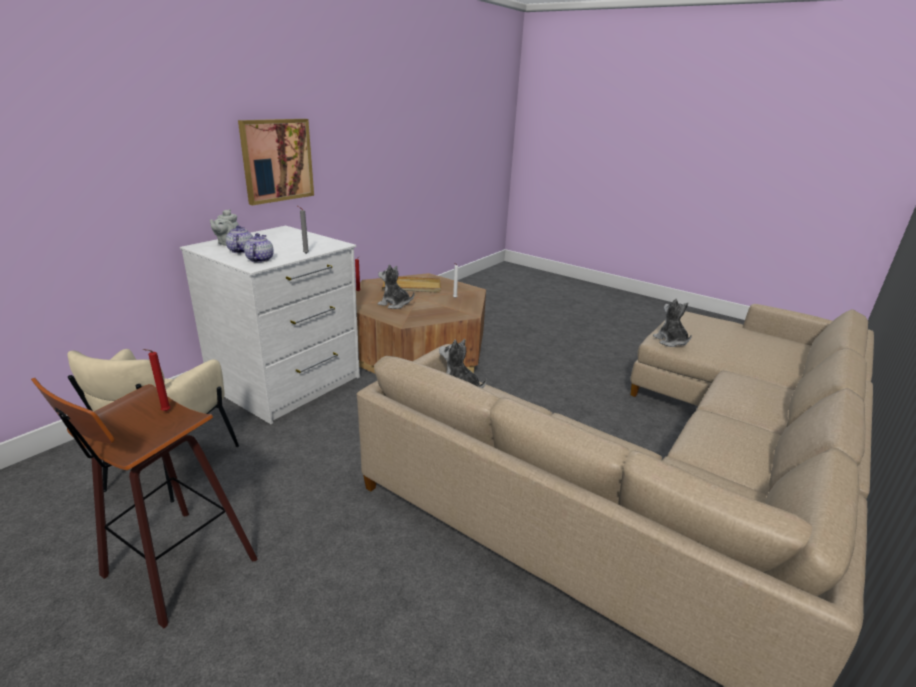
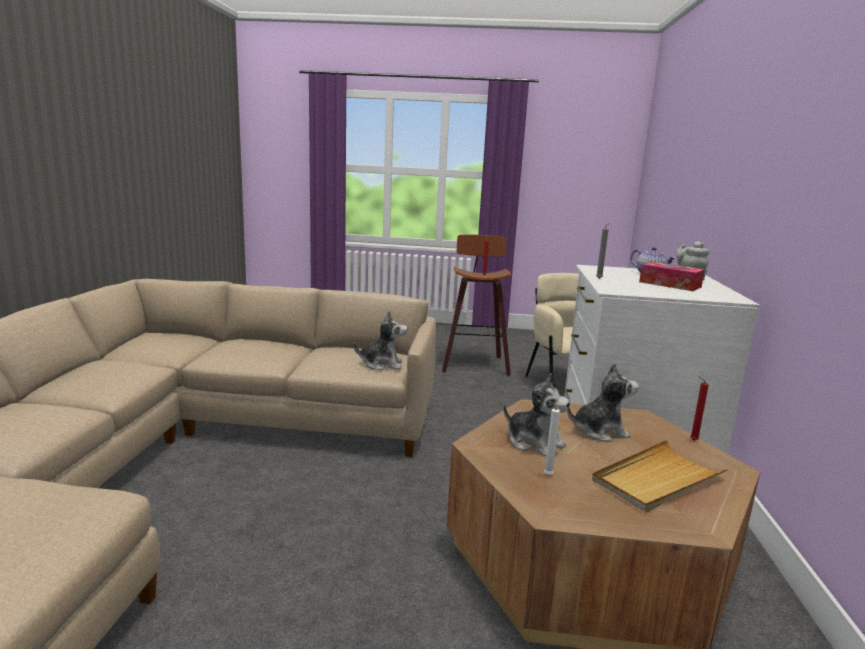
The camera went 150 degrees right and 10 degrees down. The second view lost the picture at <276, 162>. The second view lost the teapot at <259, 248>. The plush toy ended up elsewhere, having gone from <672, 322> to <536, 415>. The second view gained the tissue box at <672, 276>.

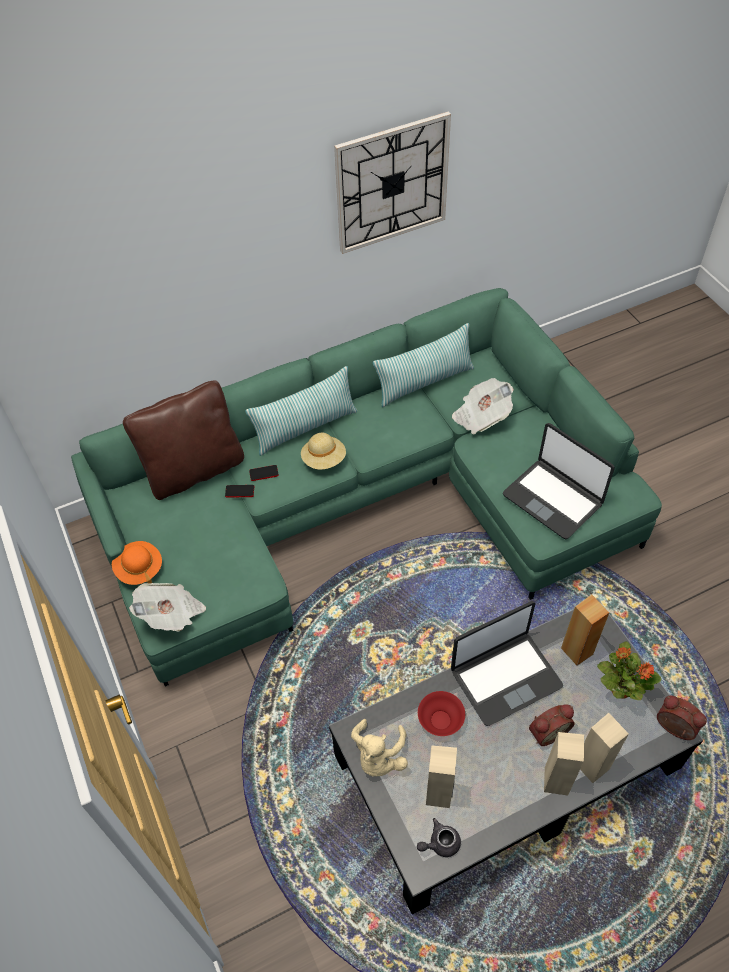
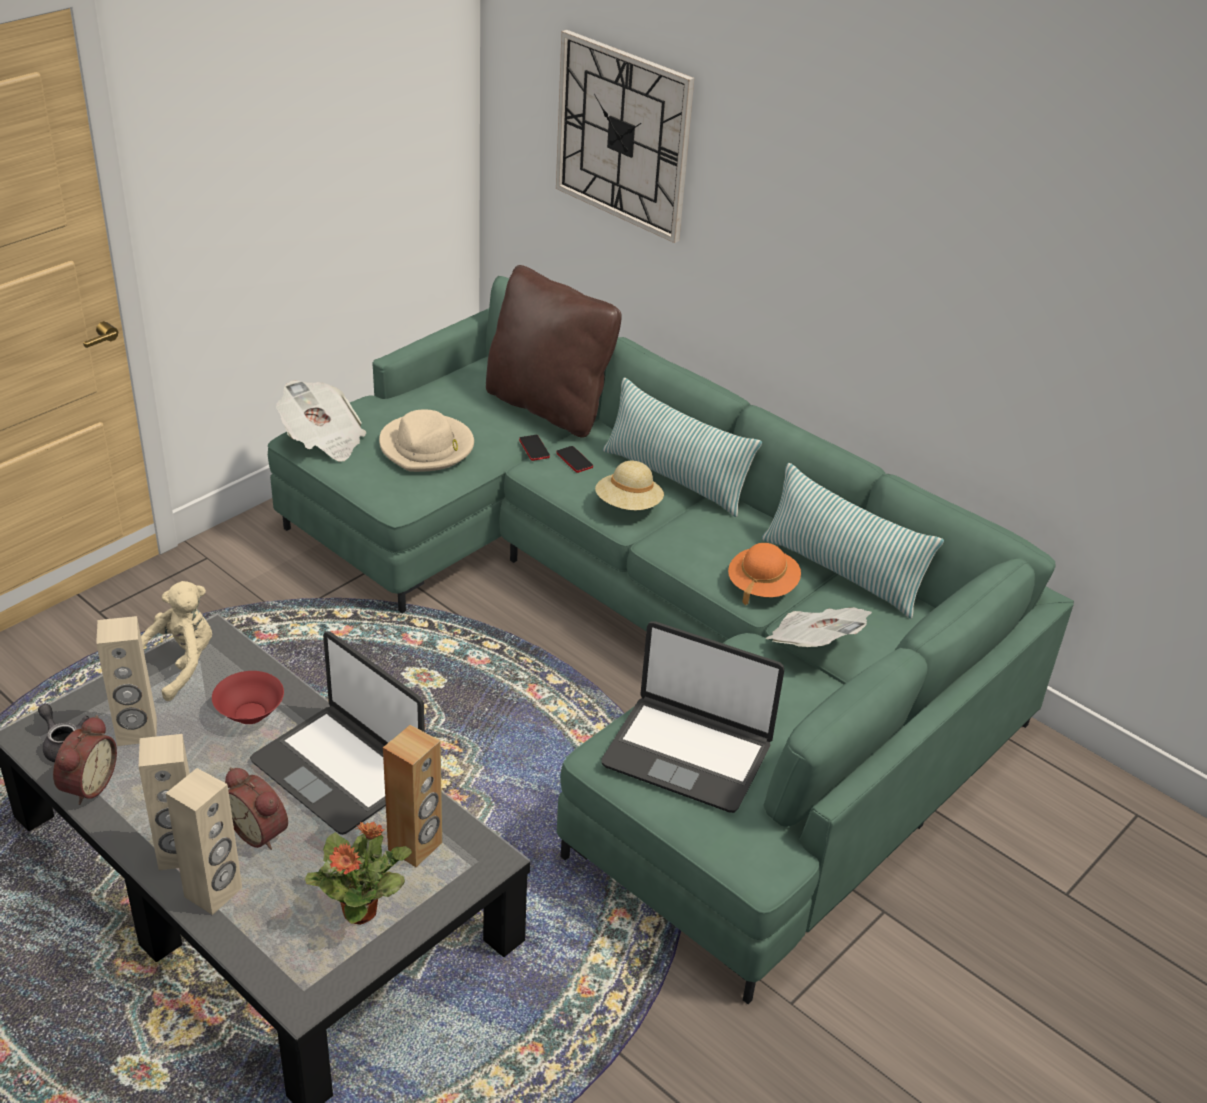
The camera went 65 degrees right and 15 degrees down. The wall clock ended up elsewhere, having gone from <392, 183> to <625, 136>. The laptop at <559, 481> ended up facing another way, 90 degrees counterclockwise from before. The orange hat ended up elsewhere, having gone from <137, 563> to <764, 574>. The alarm clock ended up elsewhere, having gone from <682, 717> to <85, 760>. The beige plush toy at <379, 748> ended up facing another way, 135 degrees clockwise from before. The second view gained the beige hat at <426, 440>.

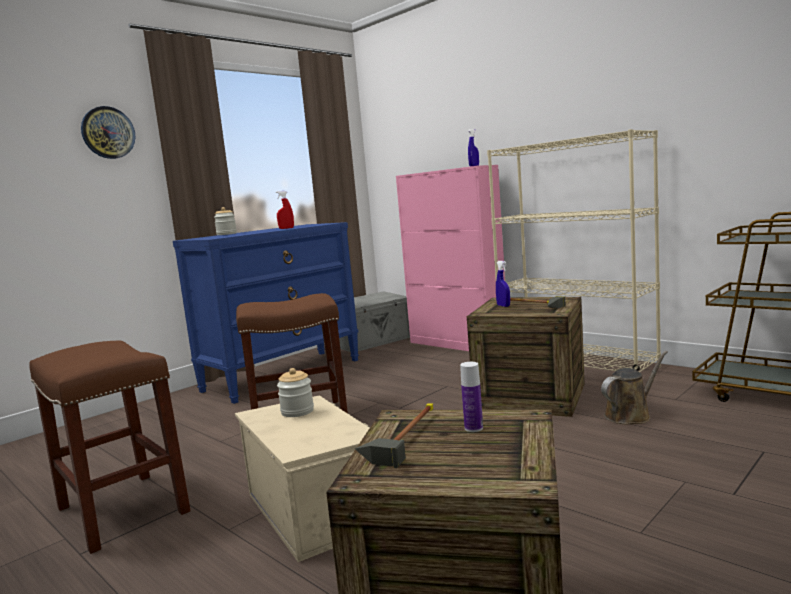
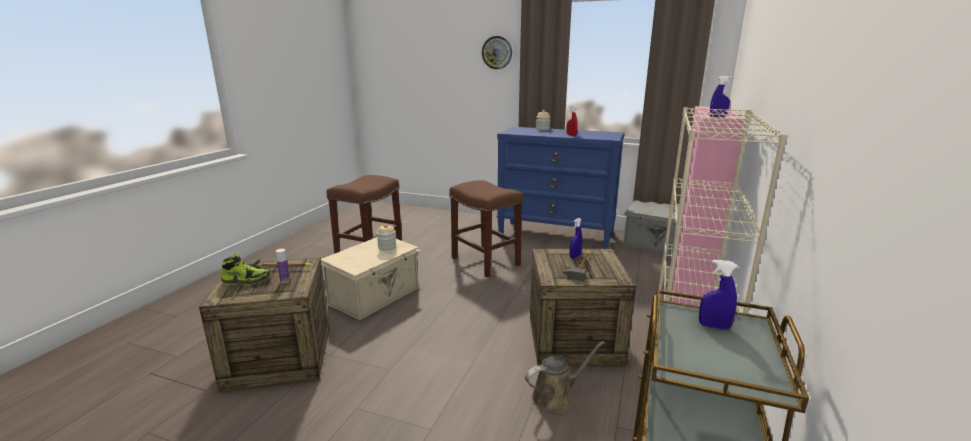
The camera went 65 degrees right and 10 degrees up. The brown watering can at <634, 388> ended up facing another way, 60 degrees counterclockwise from before. The second view gained the shoe at <245, 269>. The second view gained the blue spray bottle at <718, 295>.

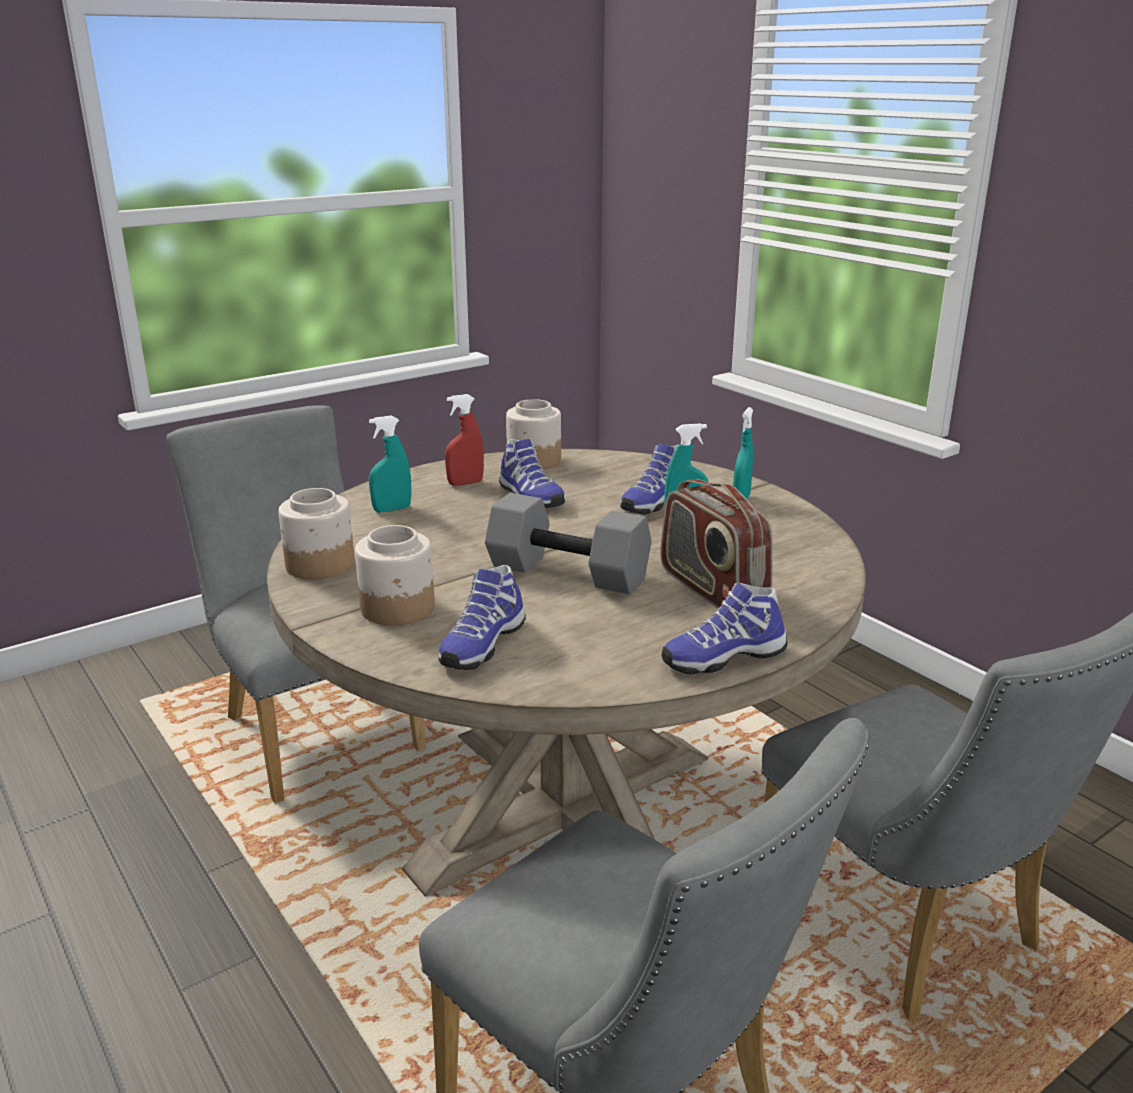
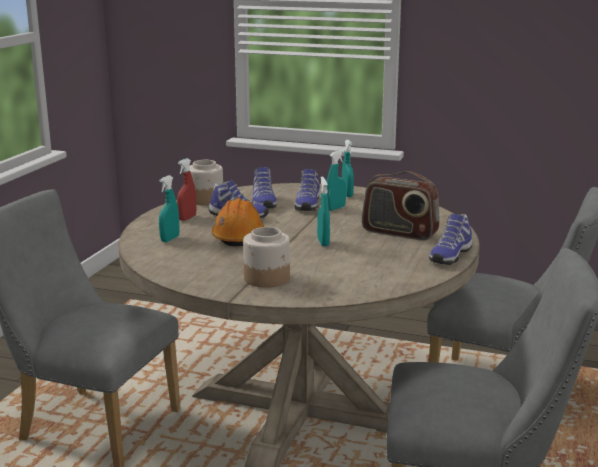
The camera went 35 degrees left and 5 degrees down. The second view lost the jar at <316, 533>. Where the grey dumbbell stood at <568, 544>, the turquoise spray bottle came to stand at <323, 211>. The shoe ended up elsewhere, having gone from <482, 617> to <264, 188>. The second view gained the orange hard hat at <238, 222>.

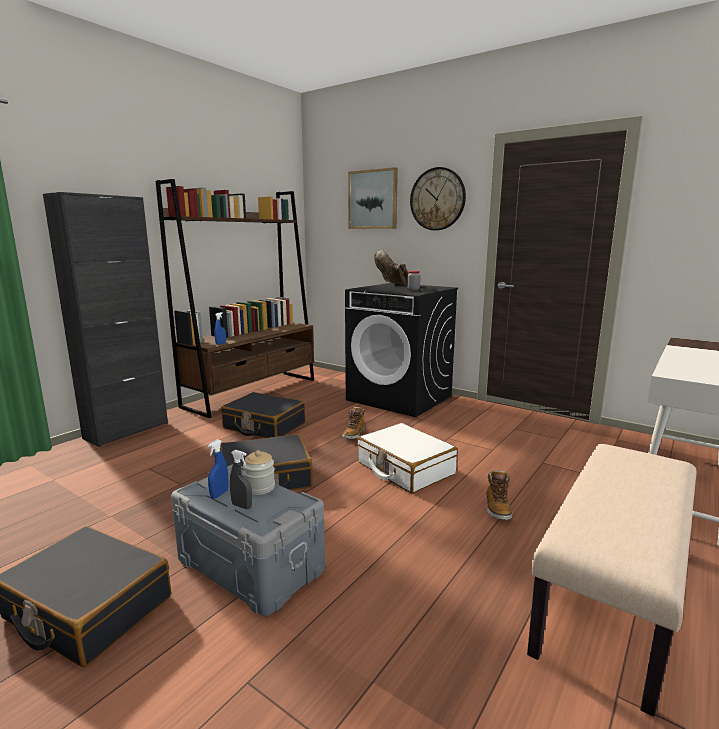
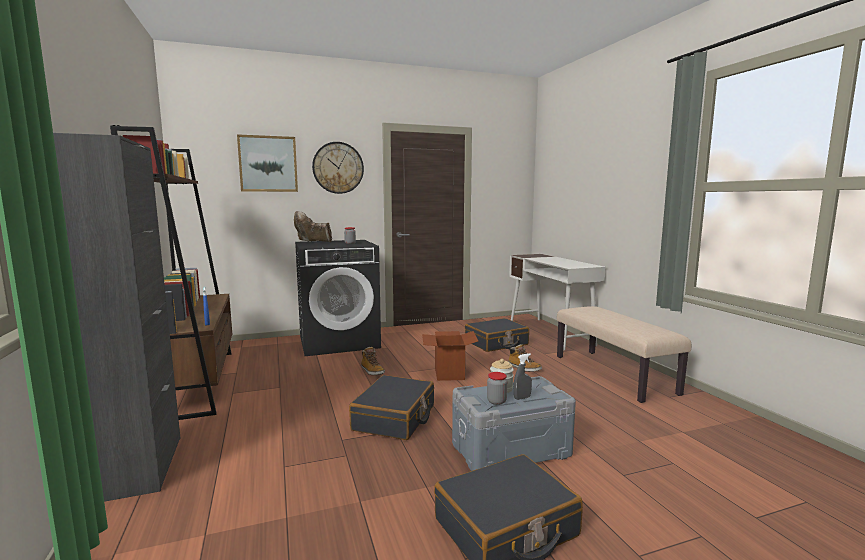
The camera went 55 degrees left and 5 degrees down. The black suitcase ended up elsewhere, having gone from <263, 415> to <497, 335>. Where the white suitcase stood at <407, 458>, the cardboard box came to stand at <450, 356>. Where the blue spray bottle stood at <218, 469>, the jar came to stand at <497, 388>.

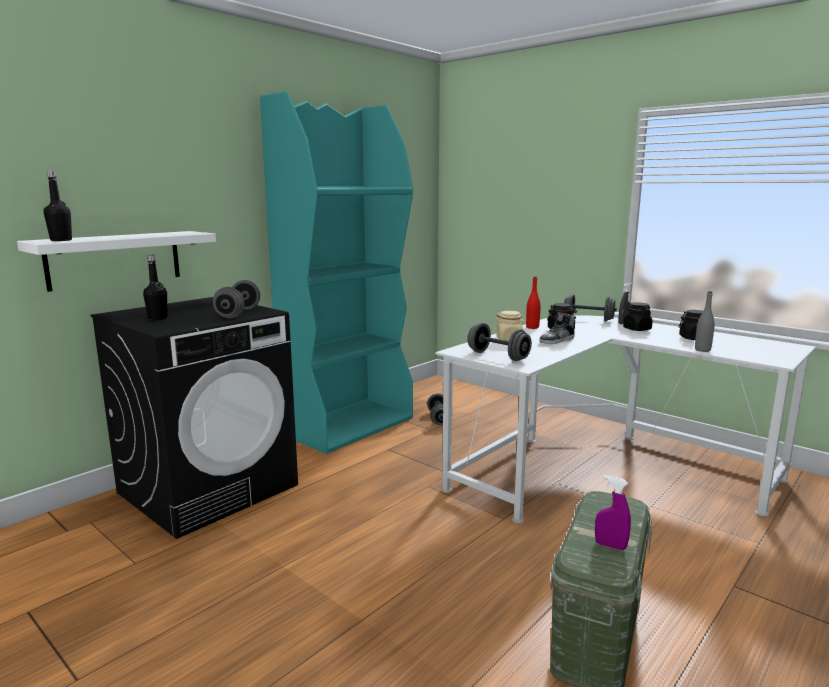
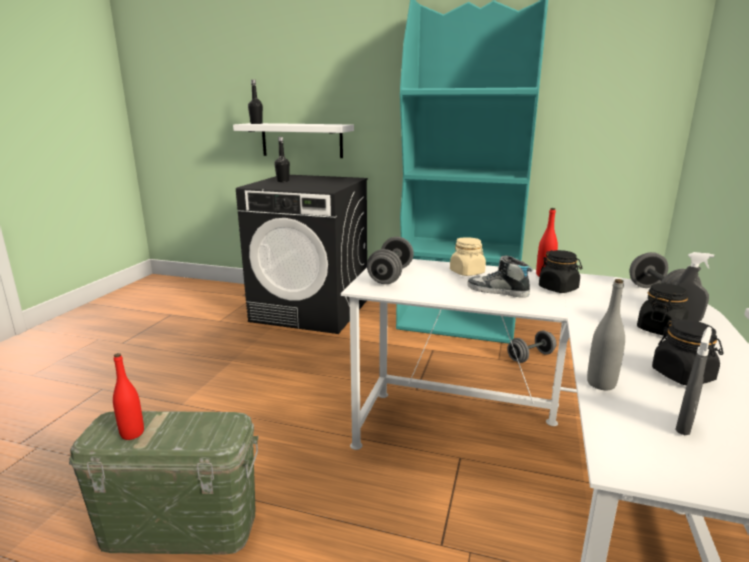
The camera went 65 degrees right and 5 degrees up. The second view lost the grey dumbbell at <236, 299>. Where the purple spray bottle stood at <613, 512>, the red bottle came to stand at <128, 396>. The second view gained the grey spray bottle at <693, 381>.

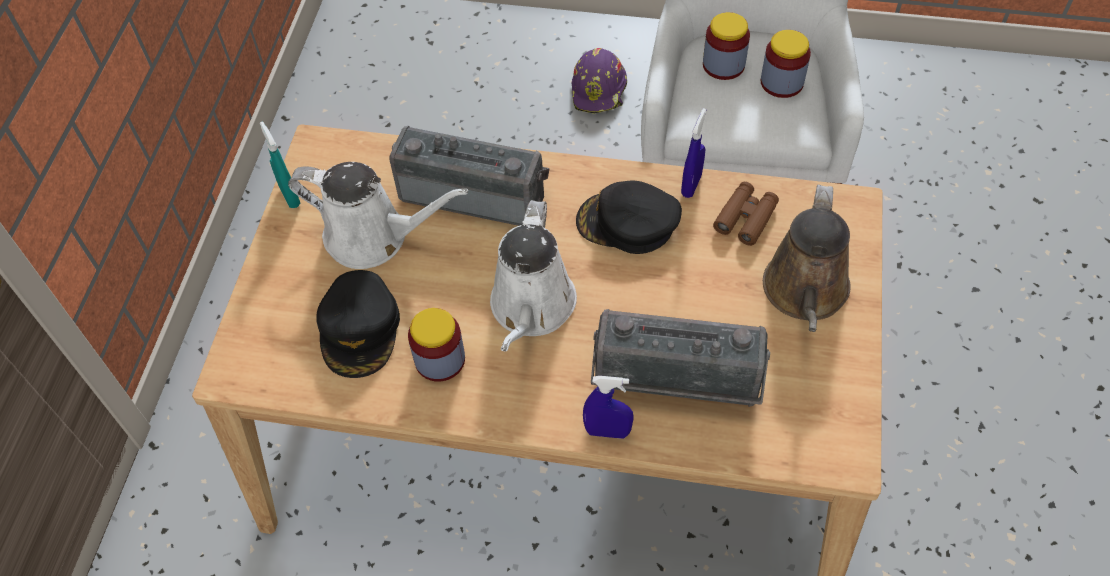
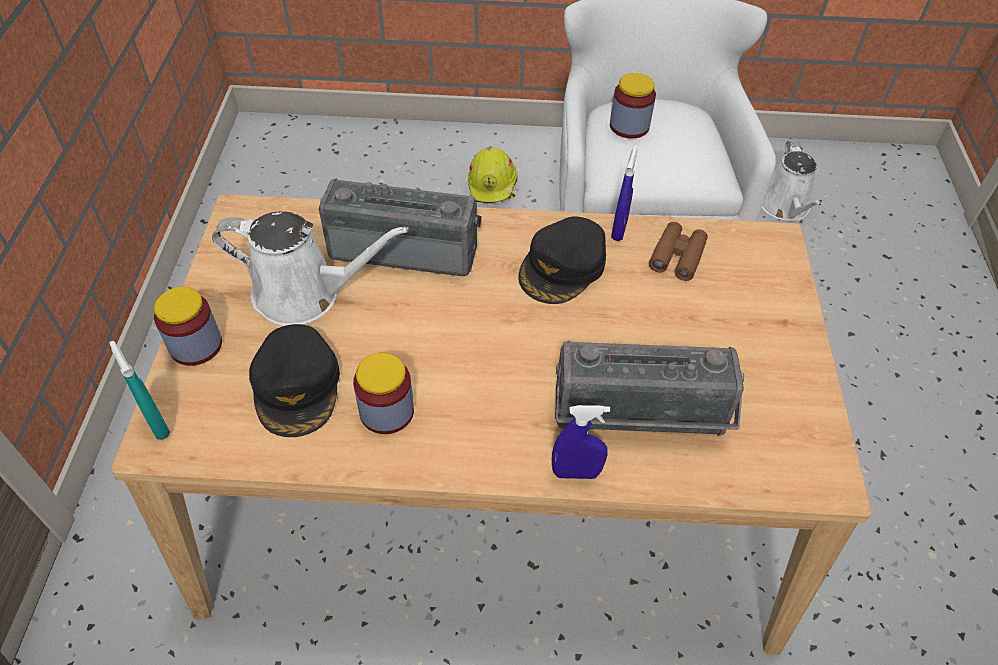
The camera went 10 degrees left and 5 degrees down. The jar ended up elsewhere, having gone from <786, 64> to <188, 326>. What was the purple hard hat at <599, 81> turned into the yellow hard hat at <493, 175>. The turquoise spray bottle ended up elsewhere, having gone from <280, 165> to <140, 390>. The black cap at <629, 217> ended up facing another way, 60 degrees counterclockwise from before. The second view lost the brown watering can at <807, 258>. The white watering can ended up elsewhere, having gone from <533, 276> to <791, 181>.

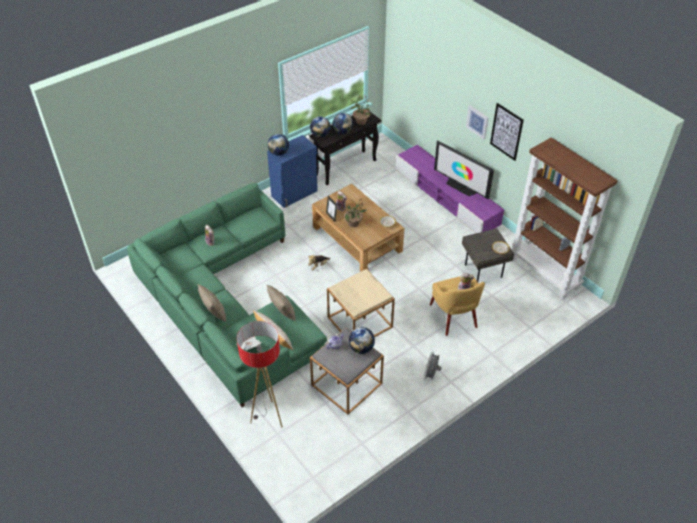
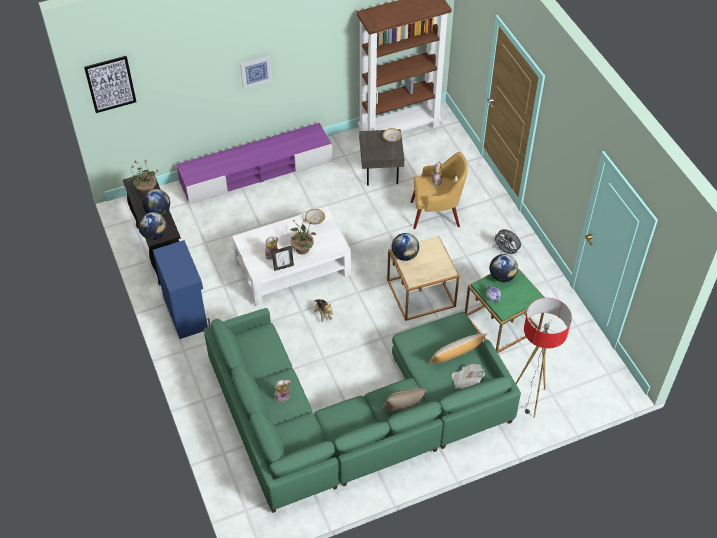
The camera went 75 degrees left and 5 degrees up. The picture ended up elsewhere, having gone from <507, 132> to <110, 84>. The globe ended up elsewhere, having gone from <278, 145> to <405, 247>. The second view lost the television at <464, 169>. What was the brown coffee table at <358, 227> turned into the white coffee table at <291, 256>. The second view lost the beige pillow at <281, 303>. What was the grey side table at <347, 371> turned into the green side table at <505, 310>.

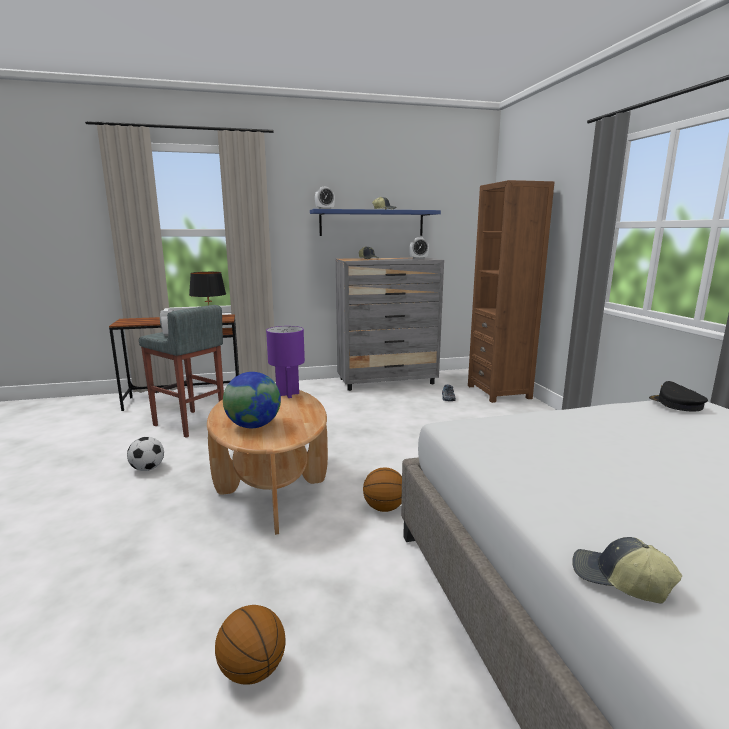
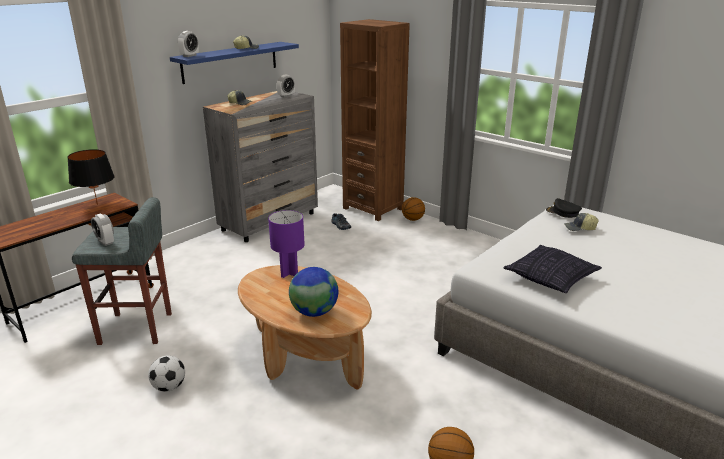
The camera went 35 degrees left and 10 degrees up. The basketball ended up elsewhere, having gone from <382, 489> to <413, 209>. The cap ended up elsewhere, having gone from <627, 570> to <581, 222>. The second view gained the pillow at <553, 269>.

